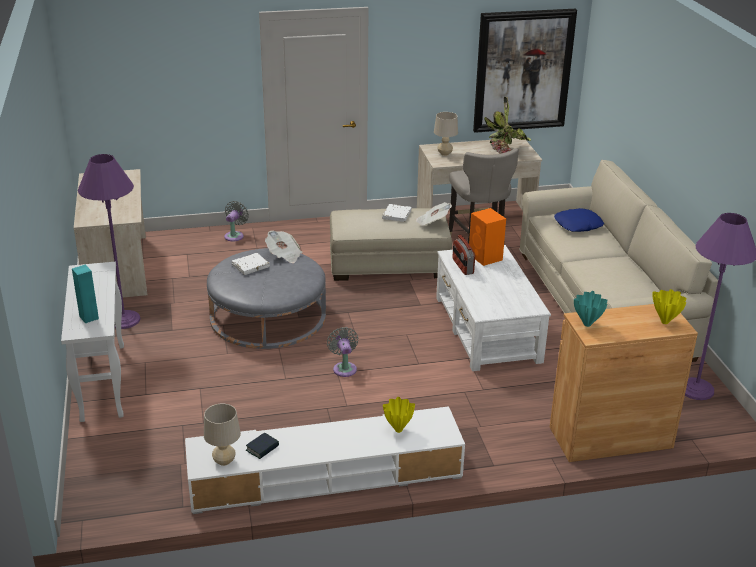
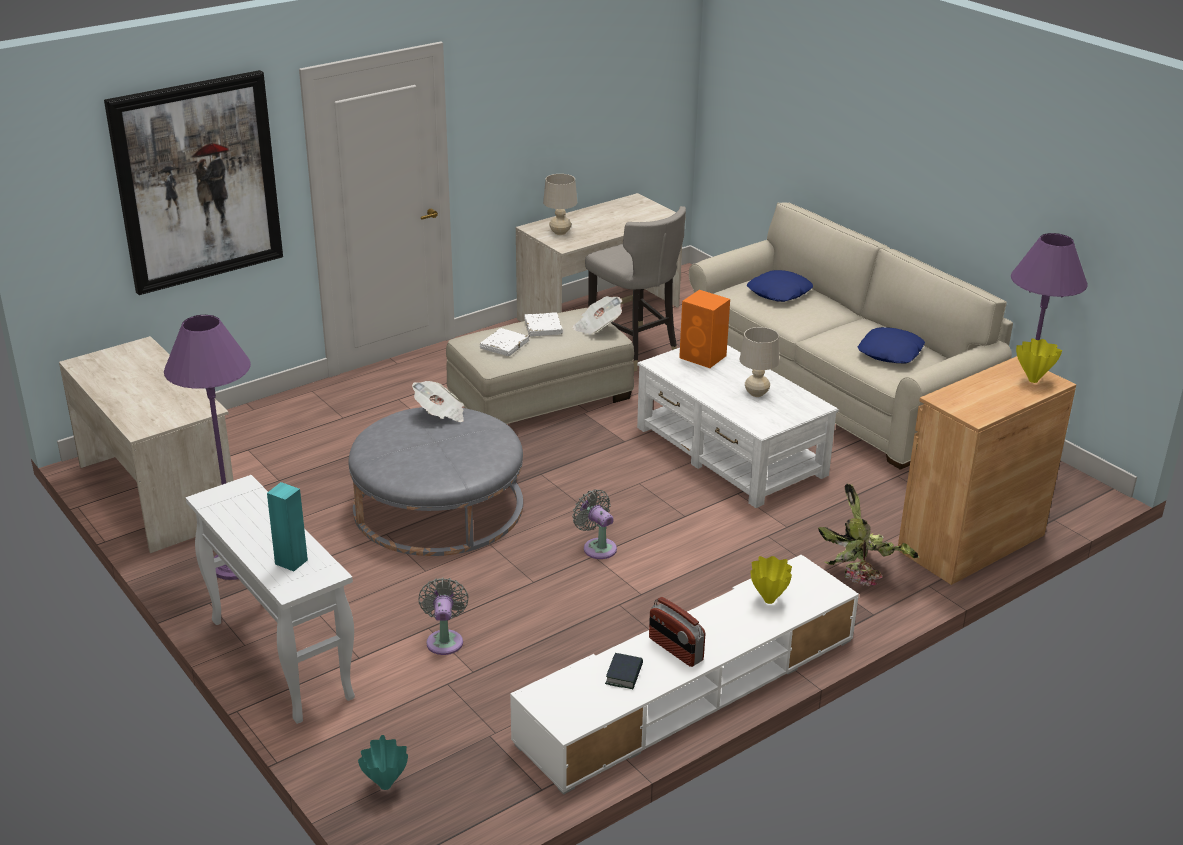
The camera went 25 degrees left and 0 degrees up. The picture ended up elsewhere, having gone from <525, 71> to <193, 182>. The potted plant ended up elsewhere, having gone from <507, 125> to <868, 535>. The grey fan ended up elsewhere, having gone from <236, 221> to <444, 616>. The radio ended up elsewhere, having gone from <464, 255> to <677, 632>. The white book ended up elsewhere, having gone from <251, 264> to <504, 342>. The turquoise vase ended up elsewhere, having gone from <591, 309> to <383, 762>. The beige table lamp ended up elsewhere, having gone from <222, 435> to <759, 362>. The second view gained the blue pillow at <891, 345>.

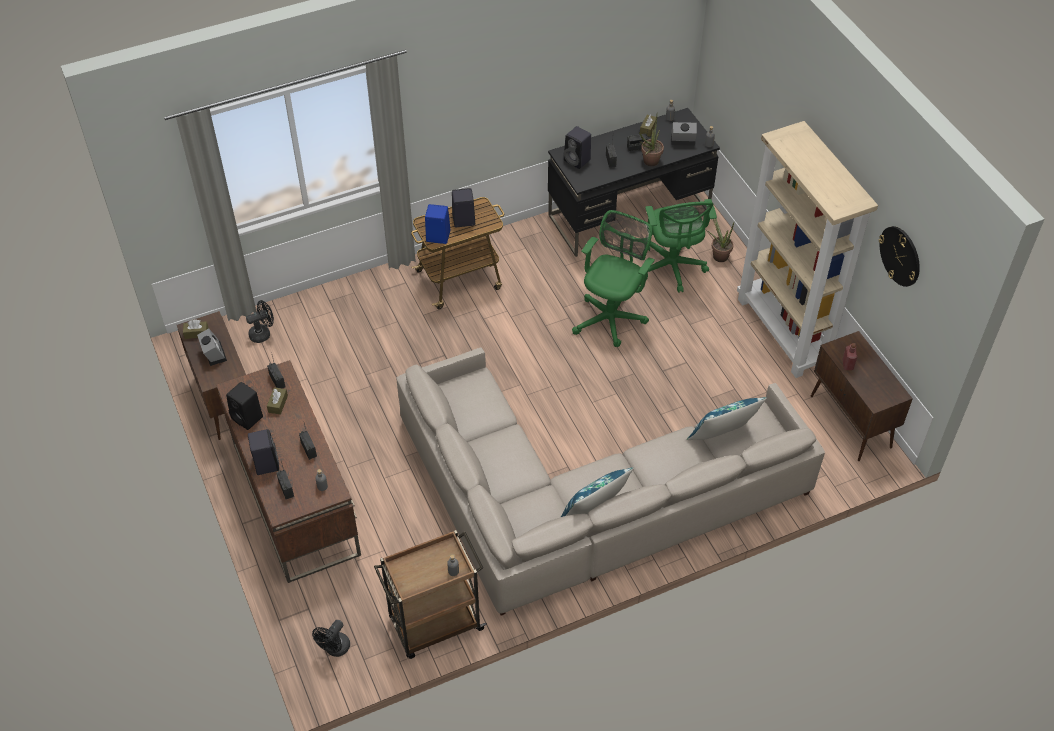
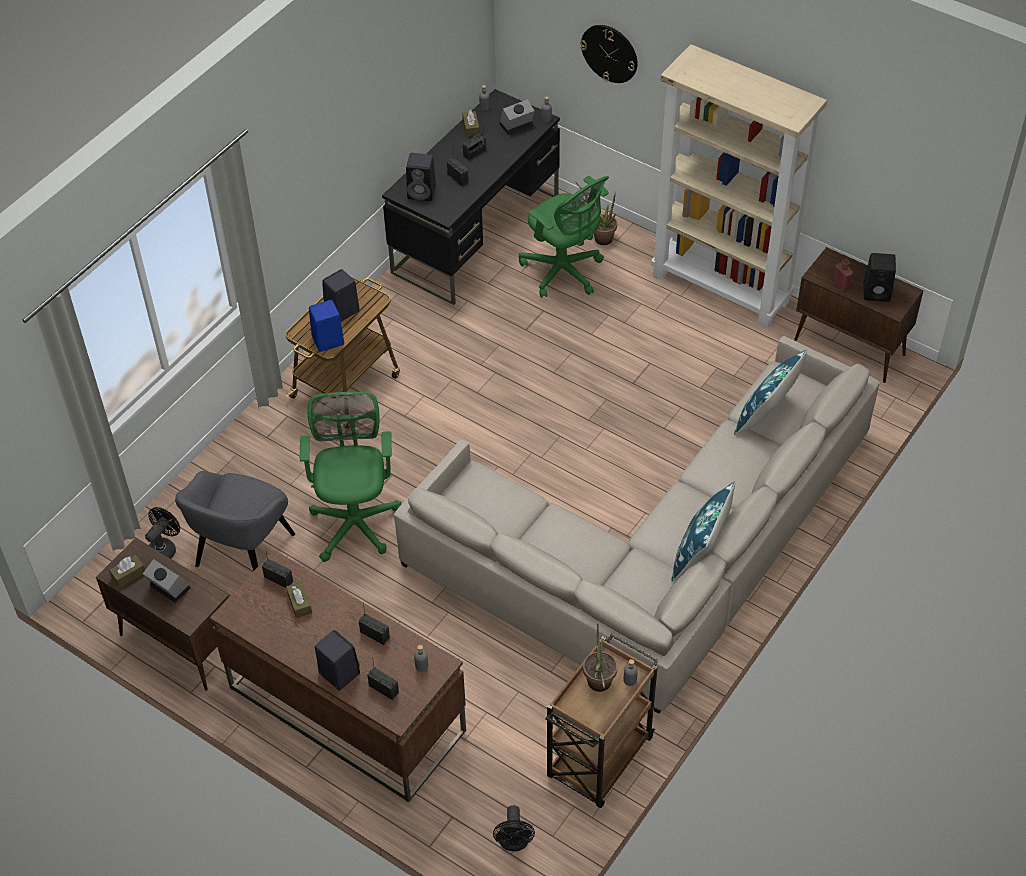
The camera went 30 degrees left and 0 degrees up. The potted plant ended up elsewhere, having gone from <651, 140> to <600, 658>. The green office chair ended up elsewhere, having gone from <613, 278> to <350, 477>. The wall clock ended up elsewhere, having gone from <899, 256> to <609, 54>. The black speaker ended up elsewhere, having gone from <244, 406> to <880, 277>. The second view gained the grey armchair at <235, 521>.

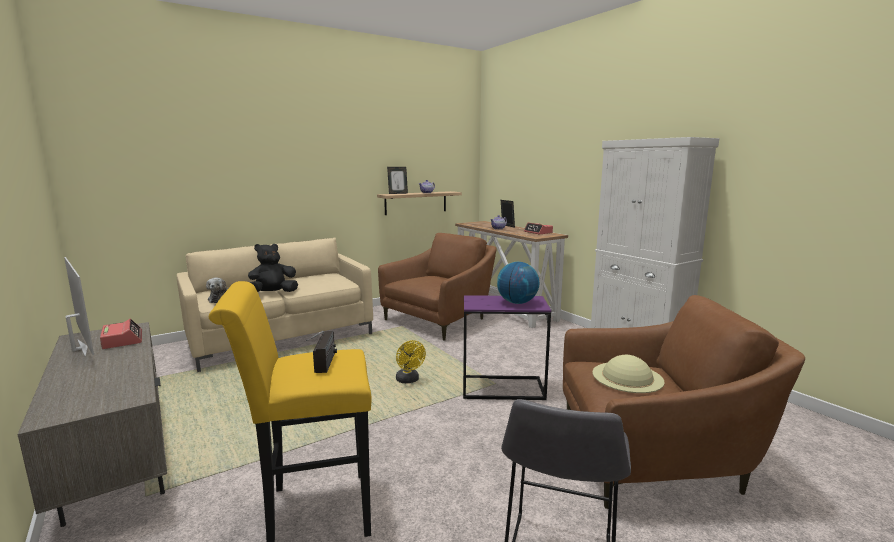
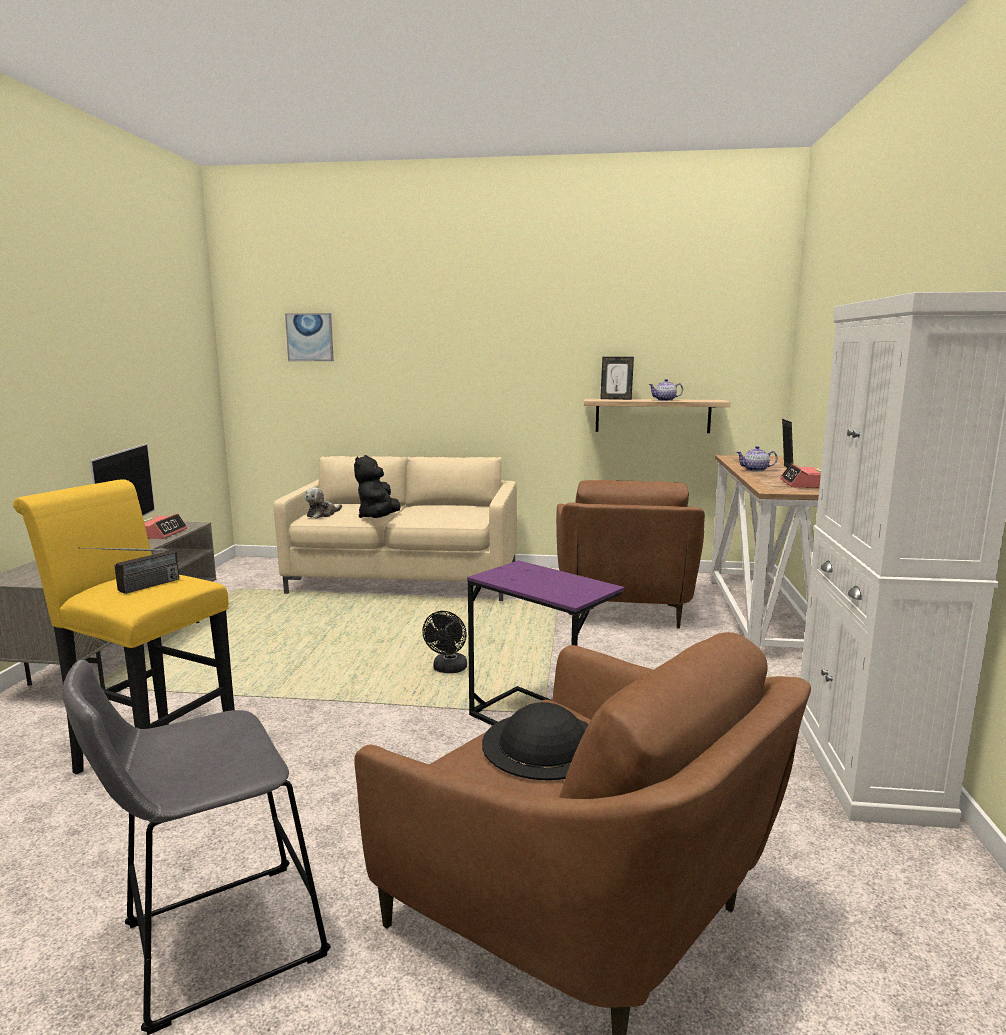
The camera went 40 degrees right and 0 degrees up. The brown armchair at <437, 287> ended up facing another way, 105 degrees clockwise from before. The black plush toy at <273, 268> ended up facing another way, 90 degrees counterclockwise from before. The second view lost the globe at <518, 283>. What was the yellow fan at <411, 361> turned into the black fan at <444, 642>. What was the beige hat at <628, 374> turned into the black hat at <535, 741>. The second view gained the picture at <309, 337>.

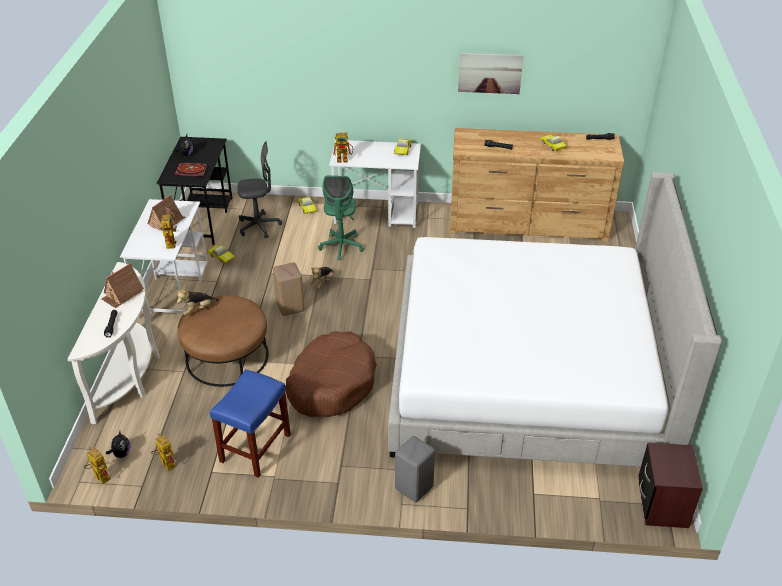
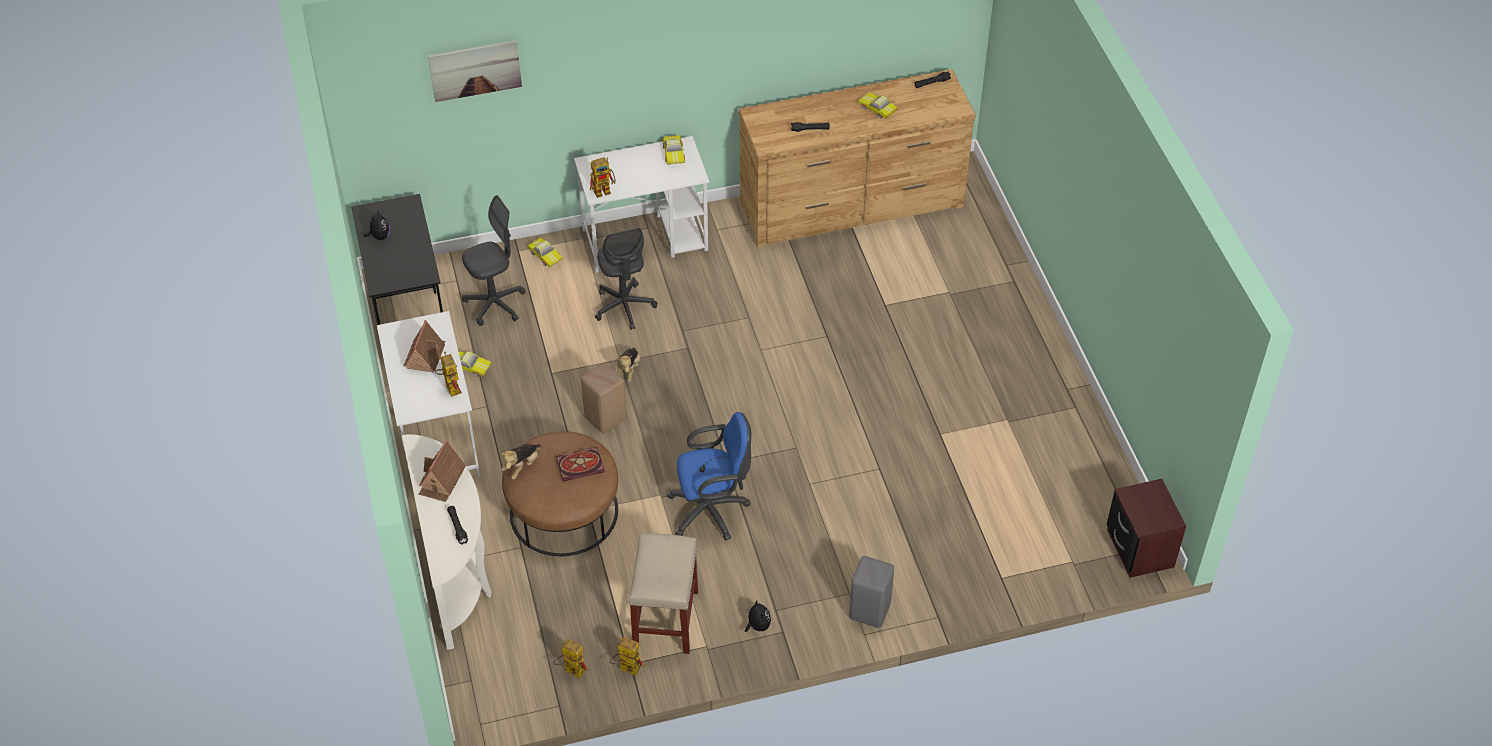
The camera went 20 degrees left and 10 degrees up. The picture ended up elsewhere, having gone from <490, 73> to <475, 71>. The book ended up elsewhere, having gone from <191, 170> to <580, 464>. The second view lost the bed at <555, 319>. What was the green office chair at <341, 218> turned into the grey office chair at <626, 279>. Where the brown dog bed stood at <331, 374>, the blue office chair came to stand at <709, 476>. What was the blue stool at <250, 423> turned into the beige stool at <663, 593>. The plush toy ended up elsewhere, having gone from <118, 444> to <758, 616>. The toy robot ended up elsewhere, having gone from <97, 465> to <627, 656>.

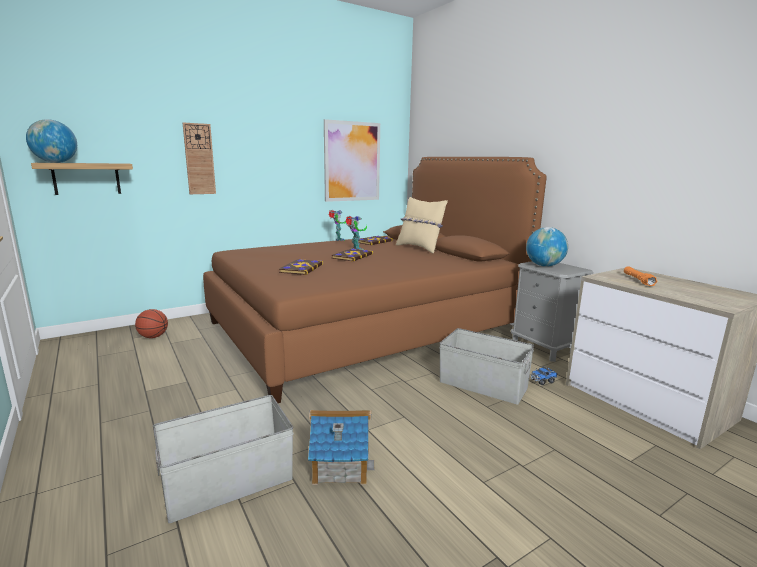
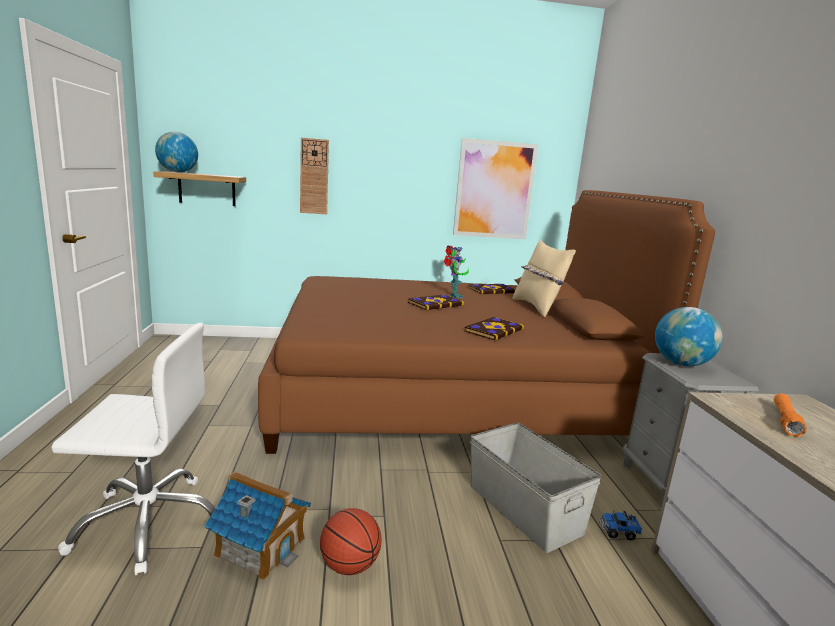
The camera went 25 degrees right and 0 degrees up. The book ended up elsewhere, having gone from <301, 267> to <494, 329>. The basketball ended up elsewhere, having gone from <151, 323> to <351, 541>. Where the grey storage box stood at <223, 459>, the white office chair came to stand at <134, 449>.

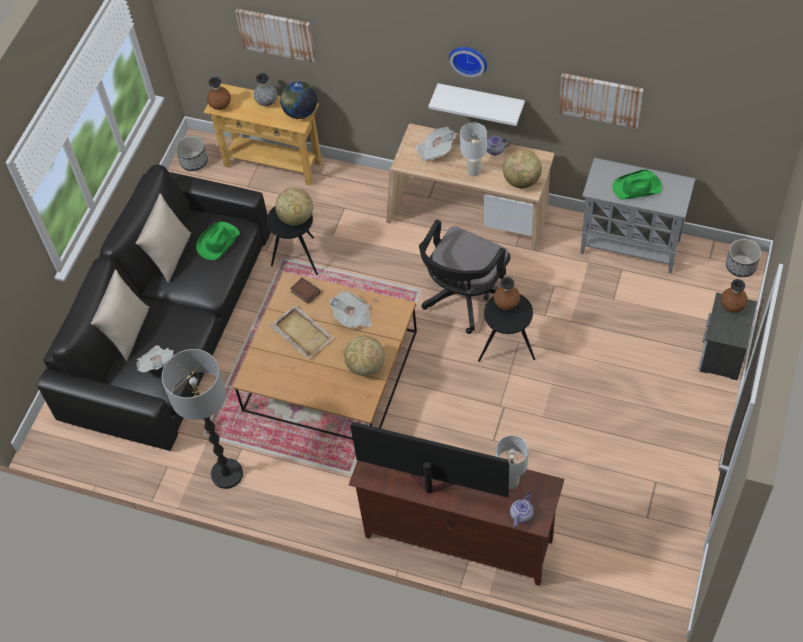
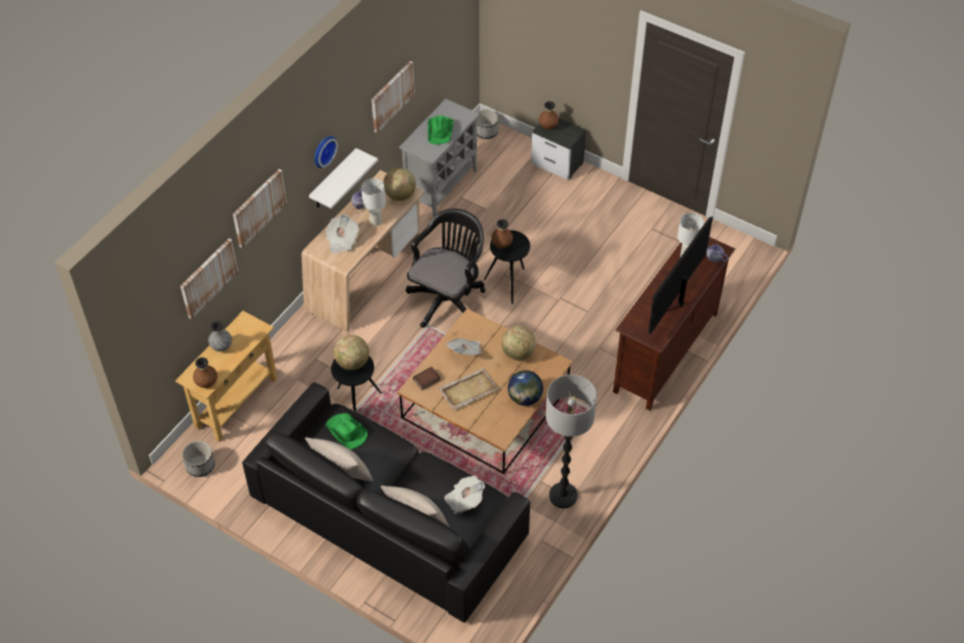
The camera went 80 degrees left and 5 degrees down. The globe ended up elsewhere, having gone from <298, 100> to <525, 388>. The black office chair at <464, 277> ended up facing another way, 105 degrees counterclockwise from before. The second view gained the picture at <260, 209>.

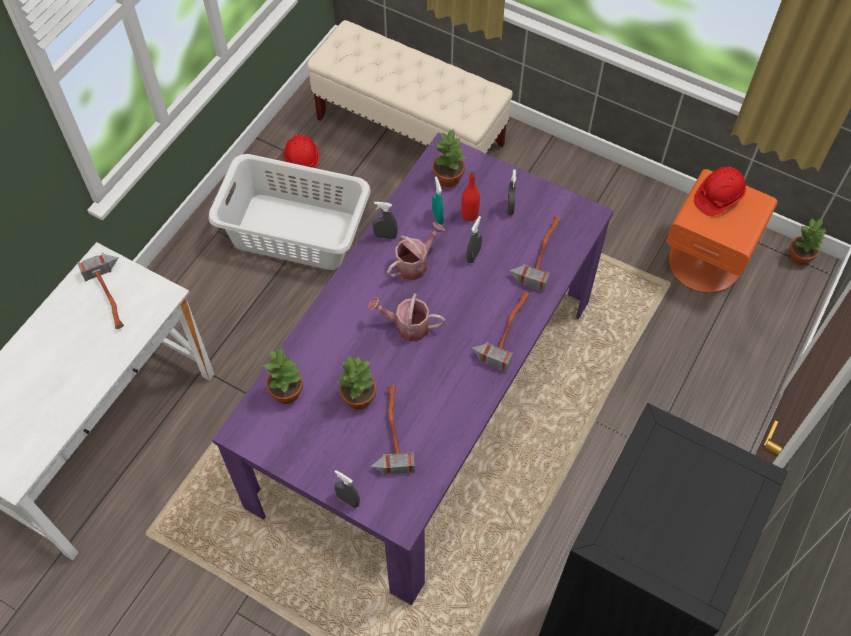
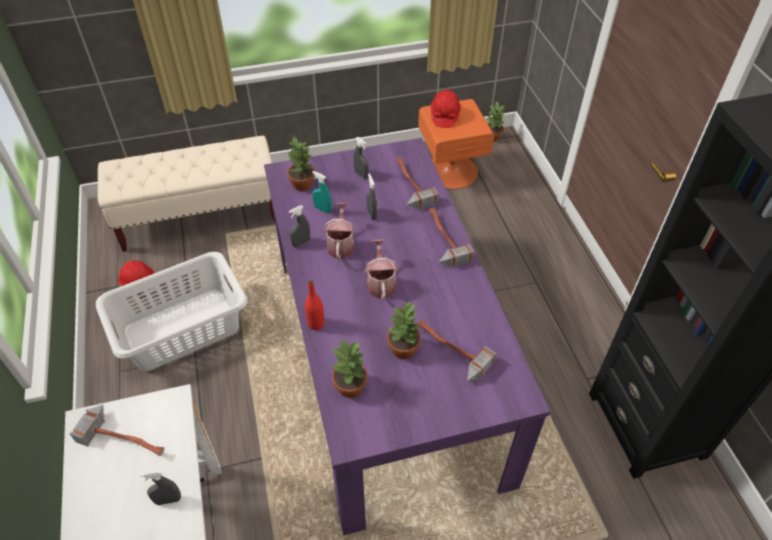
The camera went 45 degrees left and 10 degrees down. The red bottle ended up elsewhere, having gone from <470, 196> to <314, 305>. The watering can at <406, 317> ended up facing another way, 120 degrees clockwise from before. The grey spray bottle ended up elsewhere, having gone from <347, 489> to <160, 487>.

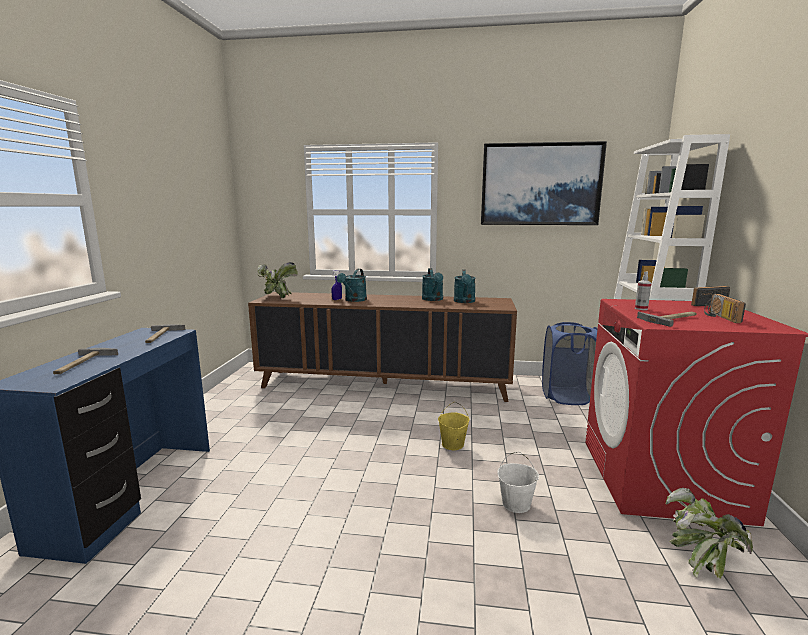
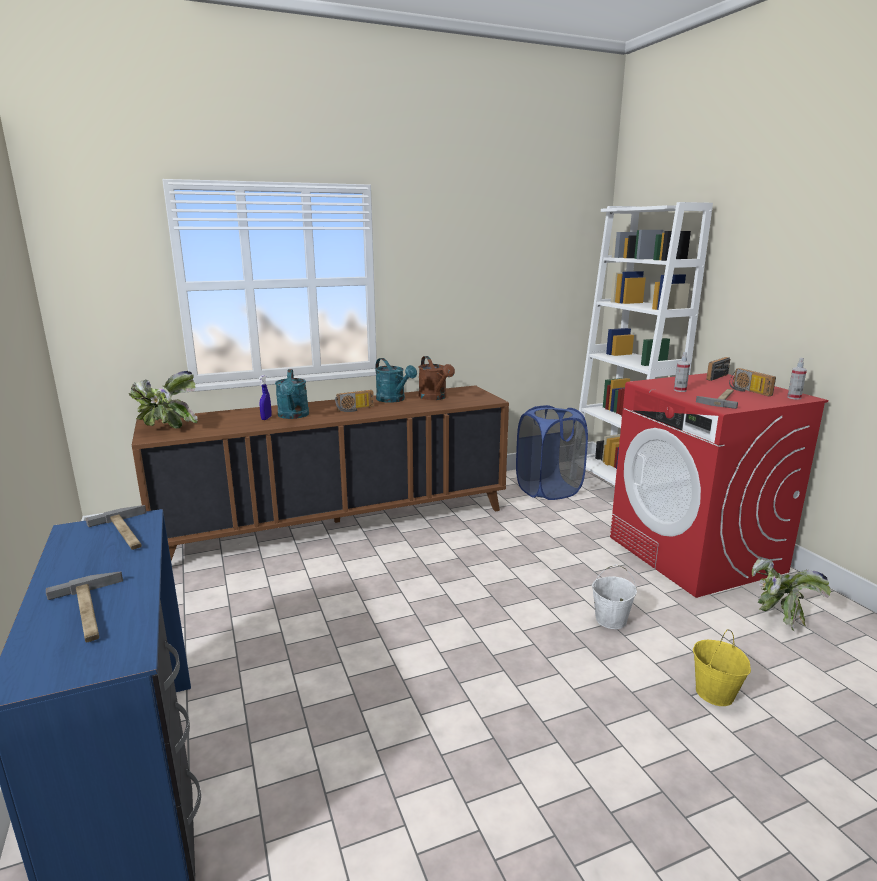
The camera went 30 degrees left and 5 degrees up. The second view lost the picture at <544, 183>. What was the turquoise watering can at <465, 286> turned into the brown watering can at <437, 378>. The yellow bucket ended up elsewhere, having gone from <454, 426> to <722, 668>. The second view gained the spray bottle at <797, 379>. The second view gained the radio at <354, 401>.

